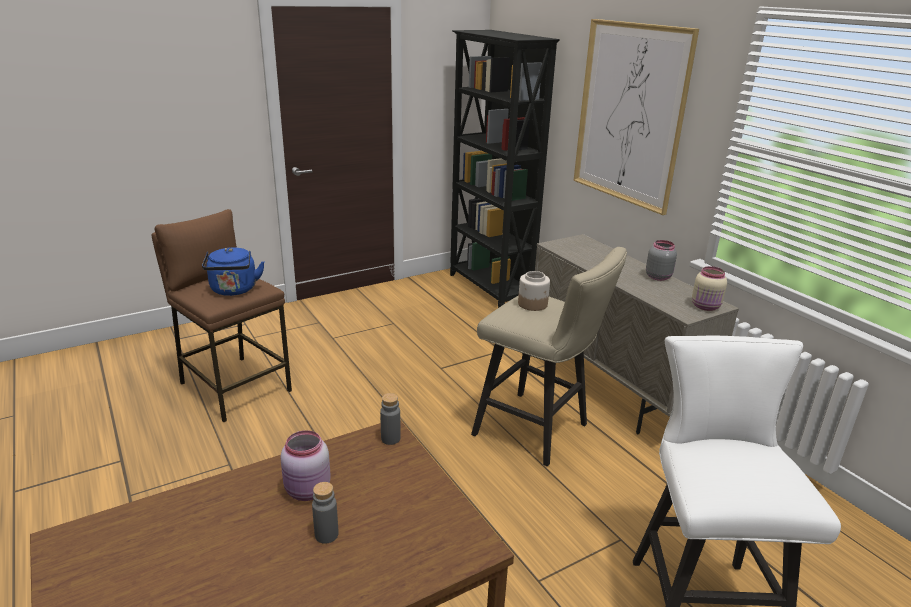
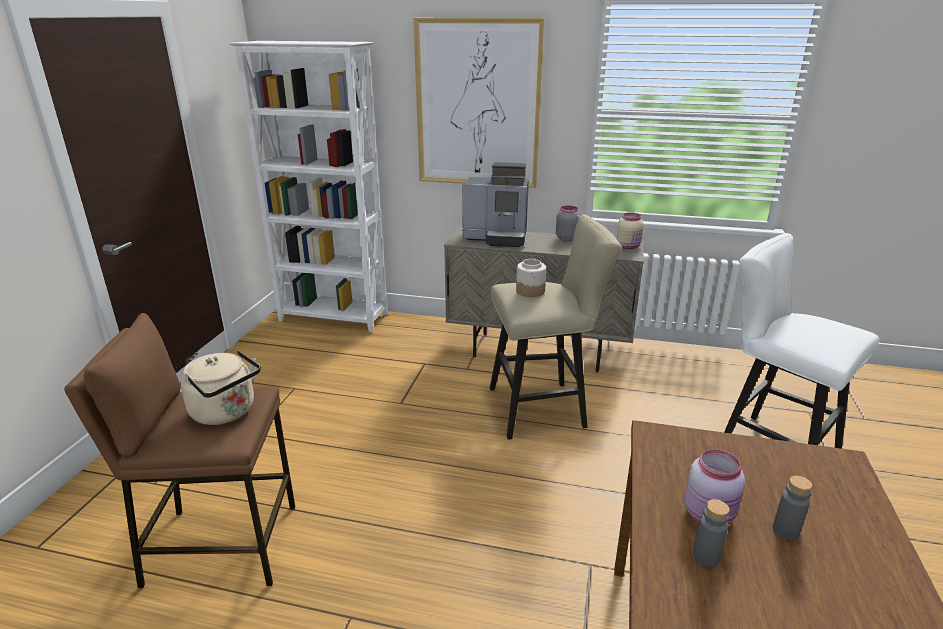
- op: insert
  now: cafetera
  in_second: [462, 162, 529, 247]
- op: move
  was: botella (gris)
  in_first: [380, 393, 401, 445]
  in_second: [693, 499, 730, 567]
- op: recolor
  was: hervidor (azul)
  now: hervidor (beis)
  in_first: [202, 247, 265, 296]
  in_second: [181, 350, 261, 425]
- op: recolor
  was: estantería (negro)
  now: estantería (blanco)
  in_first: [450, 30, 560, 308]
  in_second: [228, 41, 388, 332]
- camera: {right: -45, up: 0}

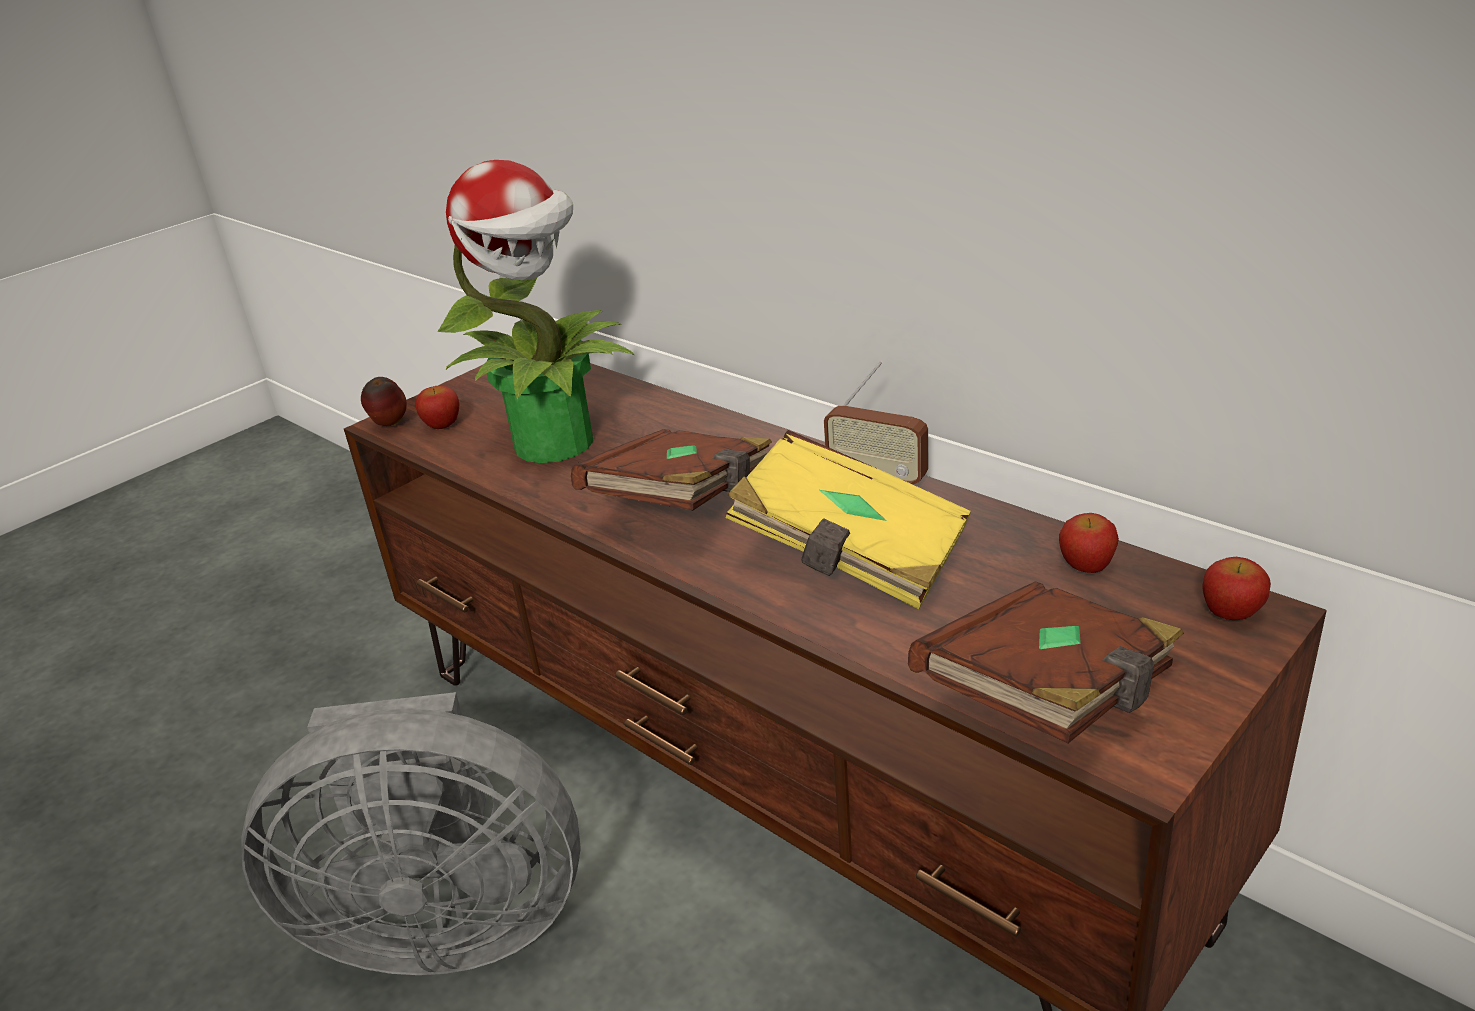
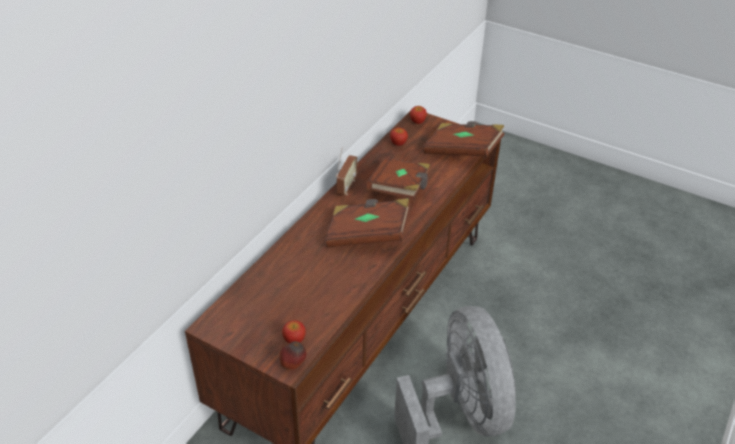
- op: delete
  was: planta en maceta
  in_first: [437, 160, 634, 463]
- op: recolor
  was: libro (amarillo)
  now: libro (marrón)
  in_first: [726, 430, 971, 609]
  in_second: [366, 157, 430, 200]
- camera: {right: -105, up: 10}

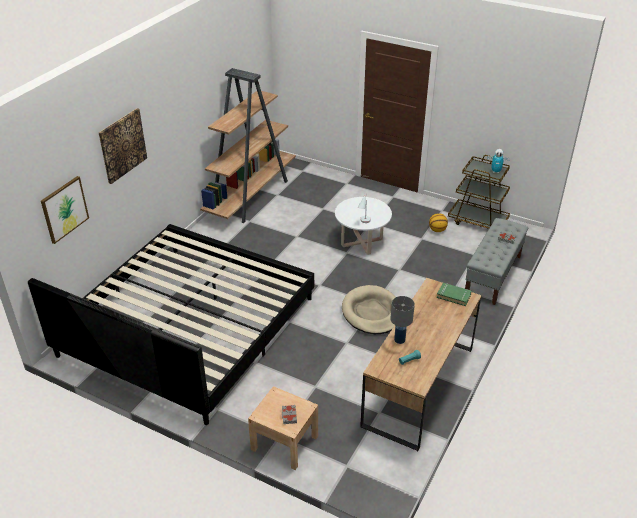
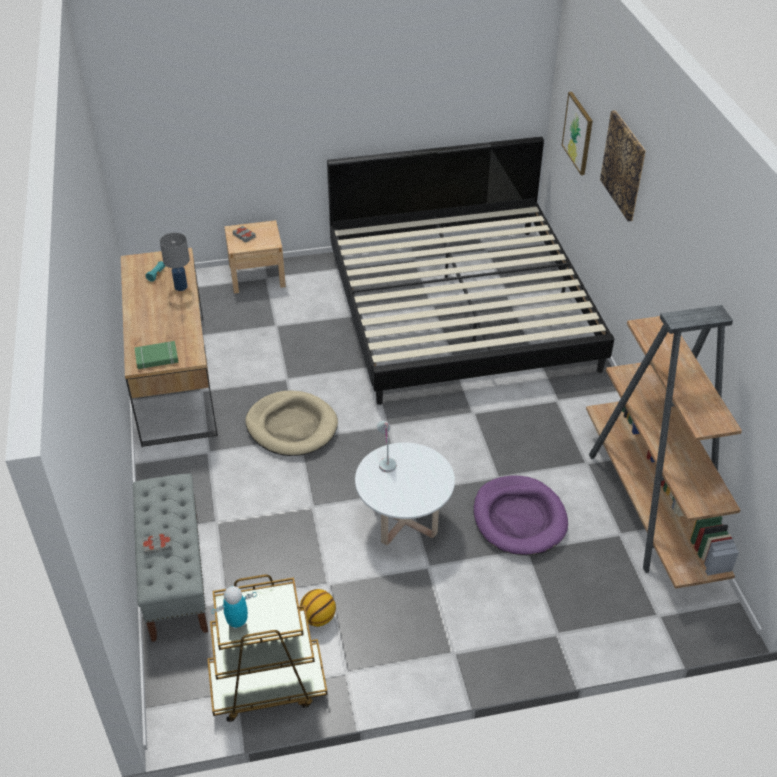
- op: insert
  now: cama para perro (morado)
  in_second: [473, 475, 568, 555]
- camera: {right: 140, up: 5}

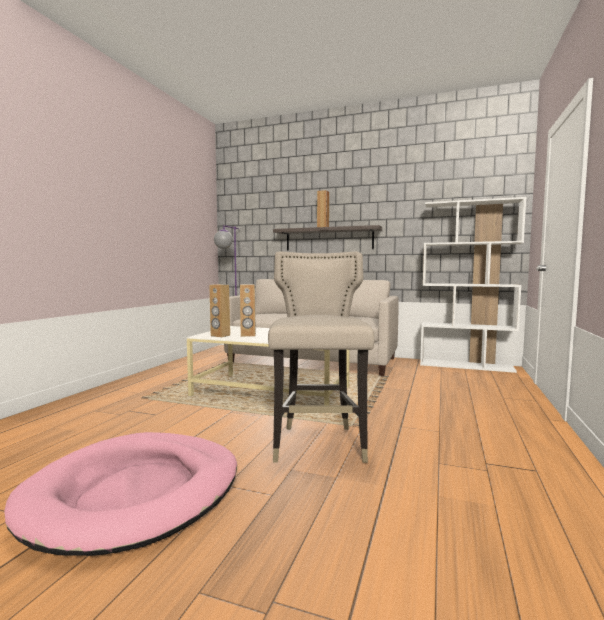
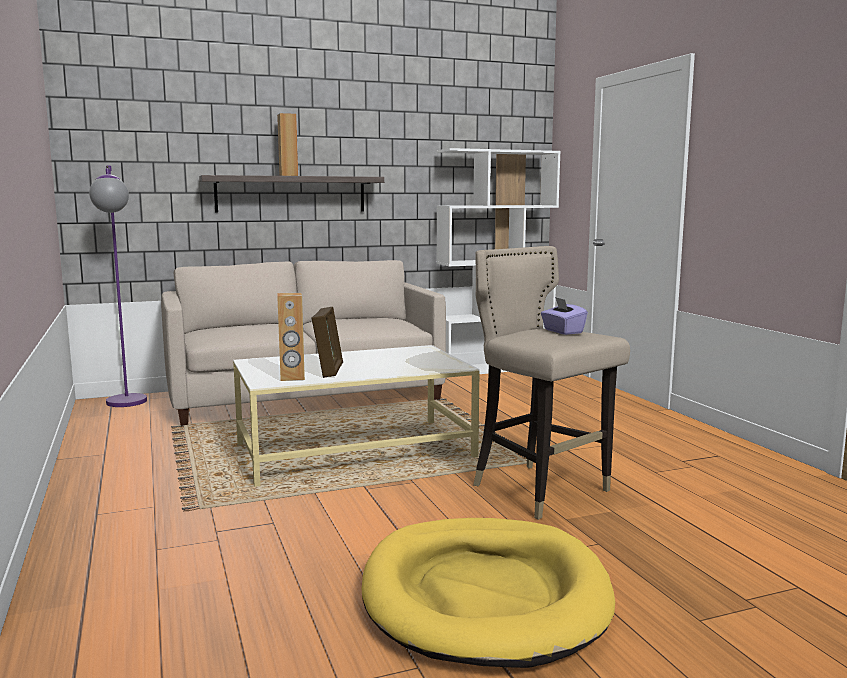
- op: insert
  now: caja de pañuelos (morado)
  in_second: [541, 297, 588, 335]
- op: replace
  was: altavoz (marrón)
  now: portarretratos
  in_first: [240, 284, 256, 337]
  in_second: [312, 307, 343, 378]
- op: recolor
  was: cama para perro (rosa)
  now: cama para perro (amarillo)
  in_first: [4, 432, 237, 556]
  in_second: [362, 518, 615, 668]
- camera: {right: -40, up: 5}

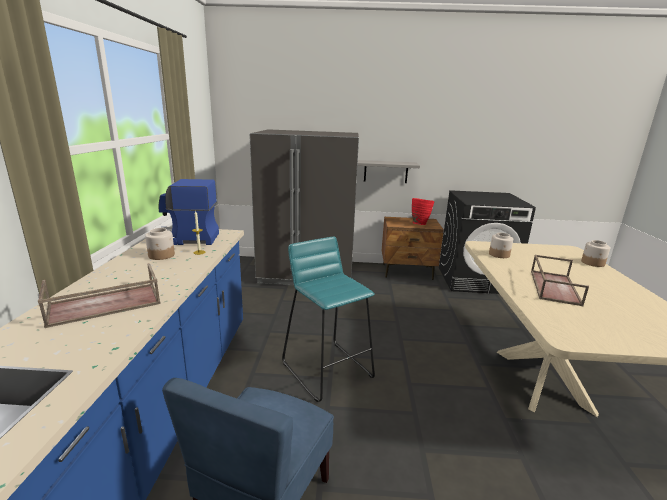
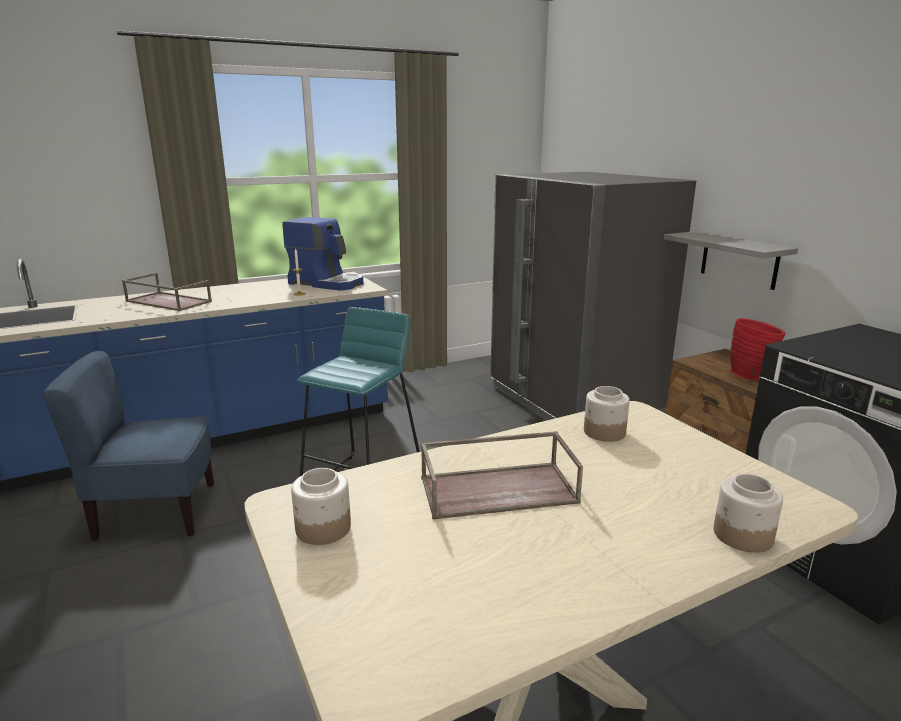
- op: move
  was: tarro
  in_first: [145, 228, 175, 260]
  in_second: [291, 468, 351, 545]
- op: rotate
  was: cafetera
  in_first: [159, 179, 219, 245]
  in_second: [282, 217, 364, 291]
  clockwise: 150
- camera: {right: 60, up: 0}

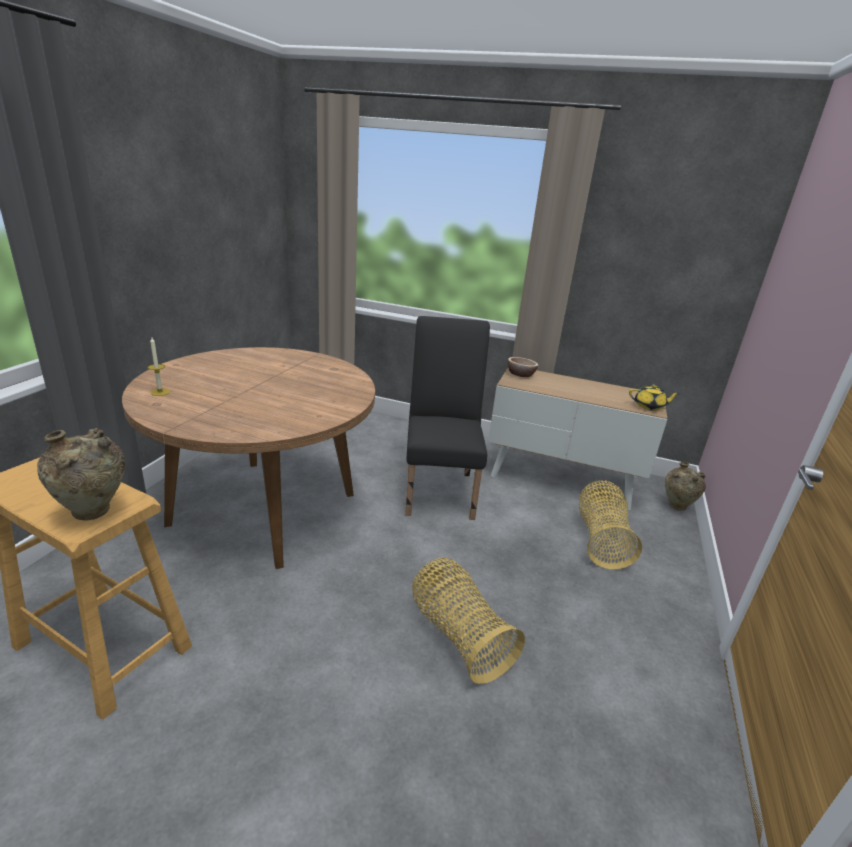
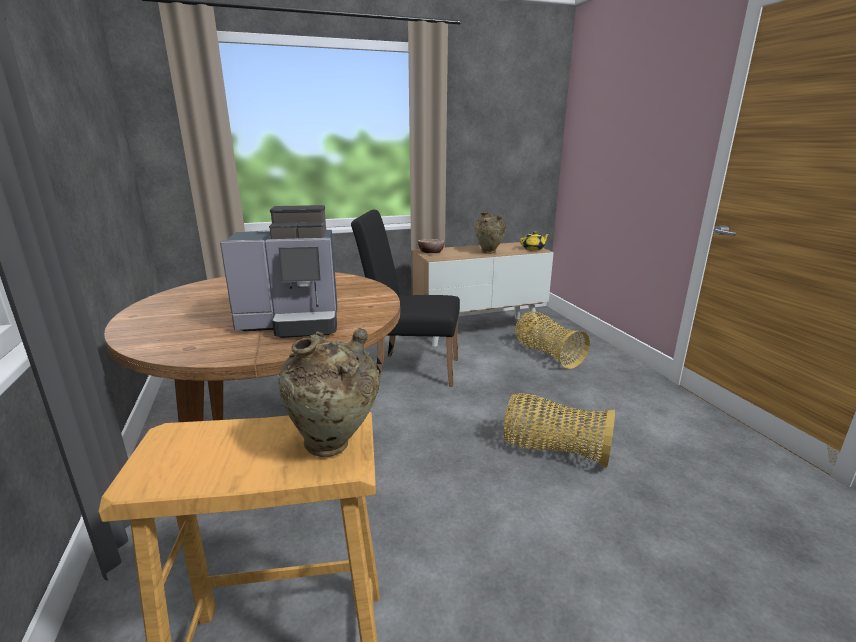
- op: delete
  was: vela
  in_first: [148, 338, 170, 396]
- op: insert
  now: cafetera
  in_second: [220, 205, 337, 338]
- op: move
  was: florero (beis)
  in_first: [665, 462, 706, 511]
  in_second: [474, 211, 506, 254]
- op: rotate
  was: silla (negro)
  in_first: [405, 316, 490, 520]
  in_second: [351, 210, 460, 387]
  clockwise: -45
- camera: {right: -35, up: -5}

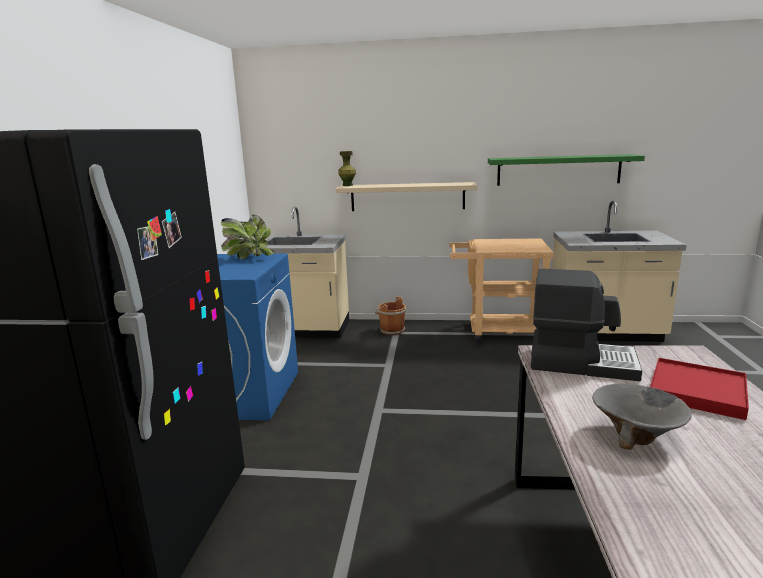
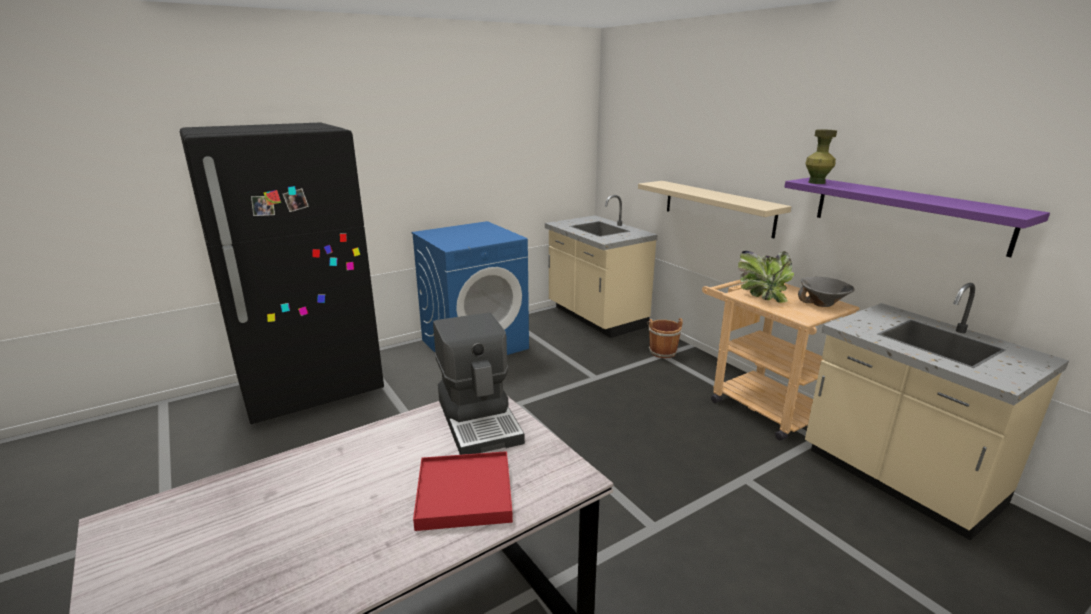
- op: move
  was: planta en maceta
  in_first: [221, 214, 274, 259]
  in_second: [738, 250, 794, 303]
- op: move
  was: florero (verde)
  in_first: [338, 151, 356, 186]
  in_second: [805, 129, 837, 184]
- op: move
  was: cuenco (gris)
  in_first: [592, 383, 692, 450]
  in_second: [798, 277, 855, 307]
- op: recolor
  was: estante (verde)
  now: estante (morado)
  in_first: [488, 154, 645, 186]
  in_second: [784, 178, 1050, 257]
- camera: {right: 50, up: 5}

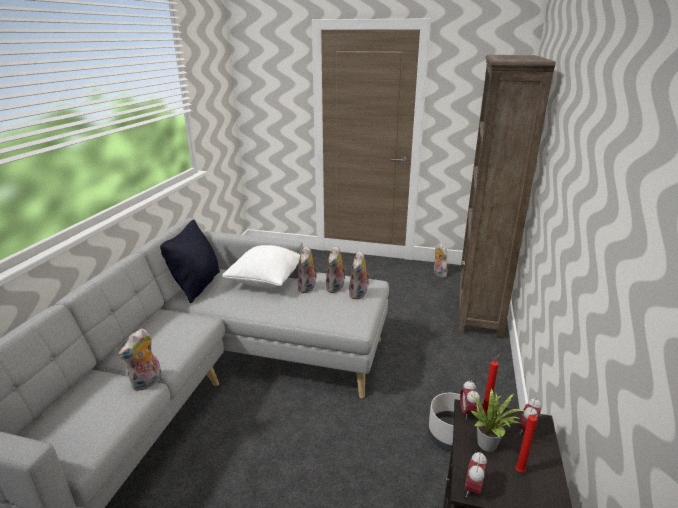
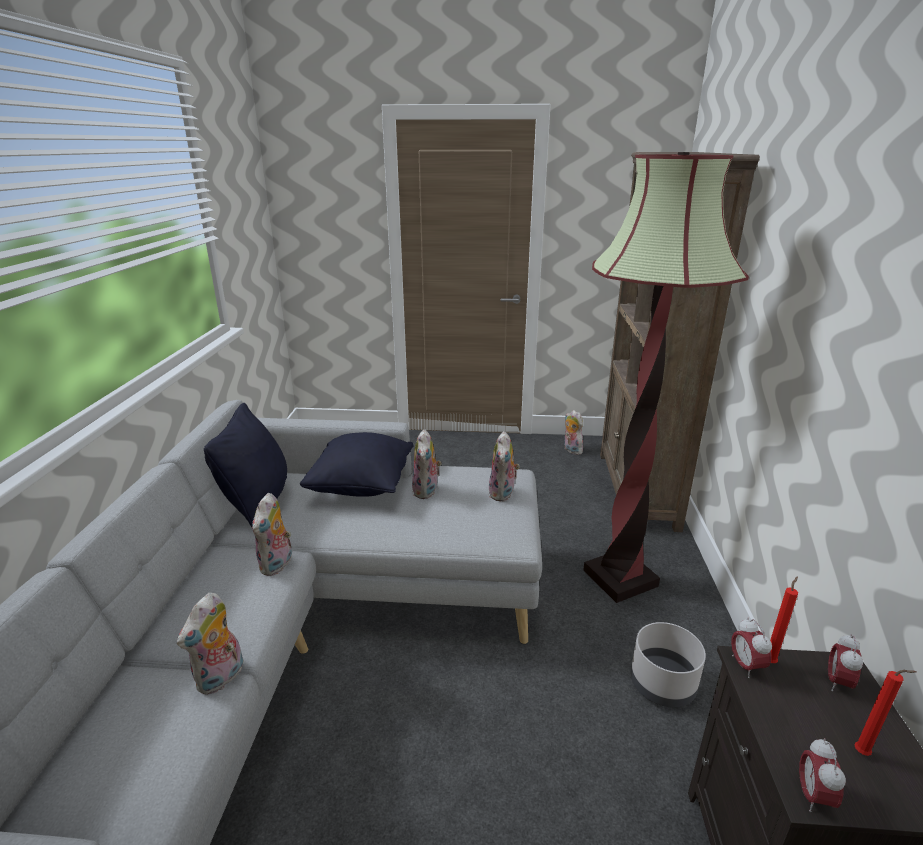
- op: delete
  was: planta en maceta
  in_first: [470, 388, 525, 452]
- op: insert
  now: lámpara de pie
  in_second: [583, 152, 749, 603]
- op: move
  was: peluche
  in_first: [326, 245, 346, 293]
  in_second: [252, 493, 292, 576]
- op: recolor
  was: cojín (blanco)
  now: cojín (negro)
  in_first: [222, 245, 300, 288]
  in_second: [300, 432, 413, 497]
- camera: {right: -10, up: 0}

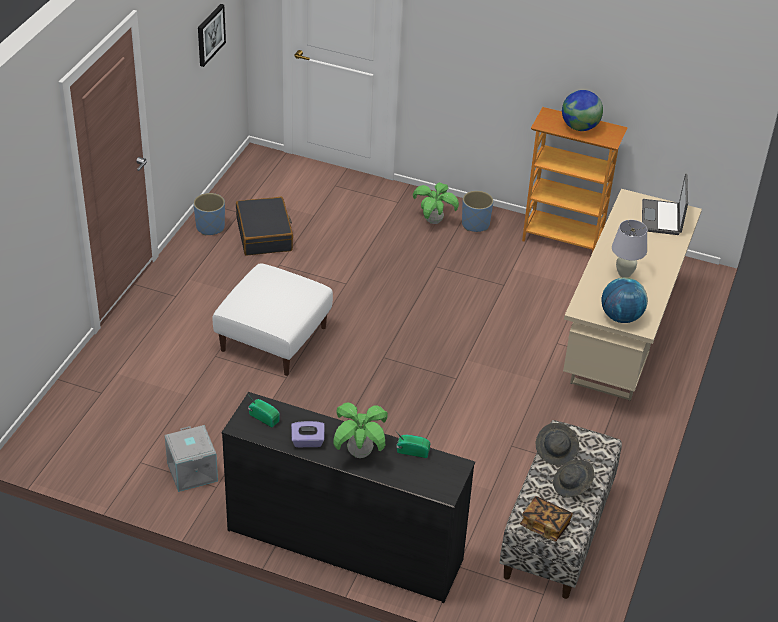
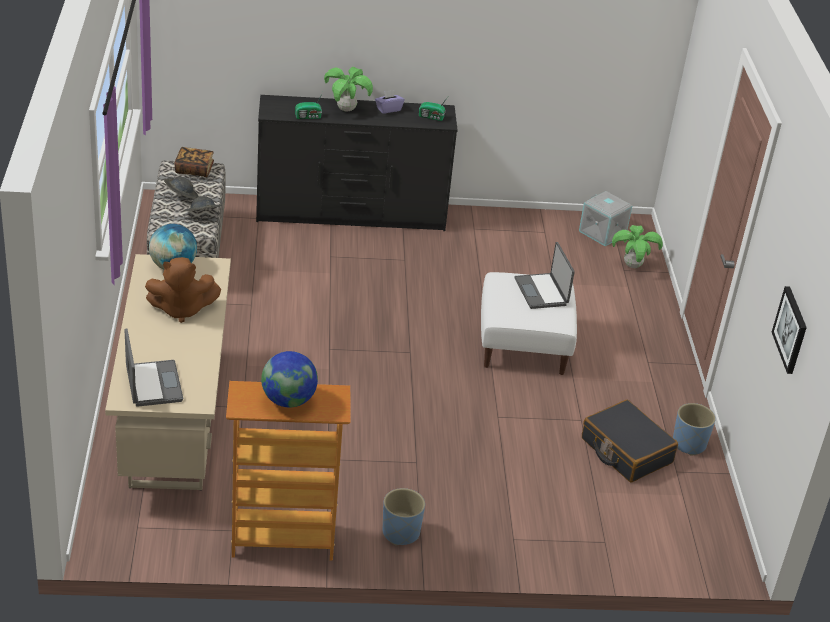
- op: insert
  now: portátil
  in_second: [515, 242, 575, 309]
- op: move
  was: caja de almacenaje (gris)
  in_first: [165, 425, 218, 492]
  in_second: [579, 191, 632, 246]
- op: move
  was: planta en maceta
  in_first: [413, 182, 459, 224]
  in_second: [612, 225, 663, 268]
- op: replace
  was: lámpara de mesa (blanco)
  now: peluche (marrón)
  in_first: [612, 220, 647, 278]
  in_second: [145, 257, 221, 323]
- camera: {right: 155, up: -5}

